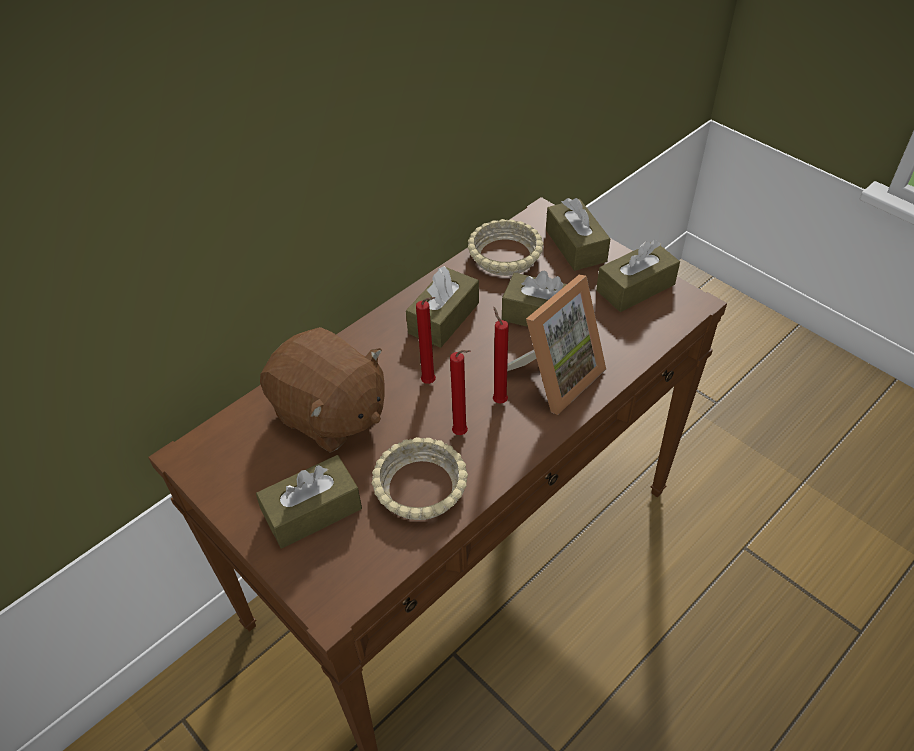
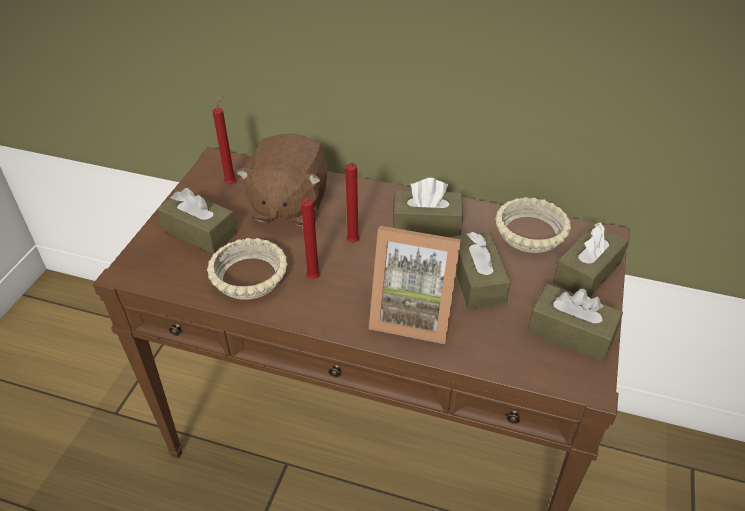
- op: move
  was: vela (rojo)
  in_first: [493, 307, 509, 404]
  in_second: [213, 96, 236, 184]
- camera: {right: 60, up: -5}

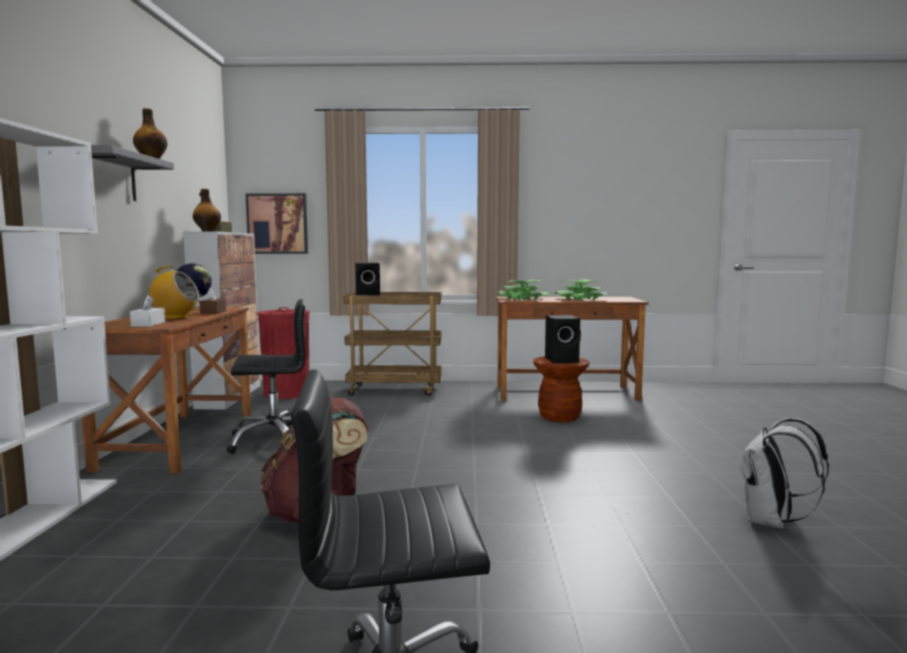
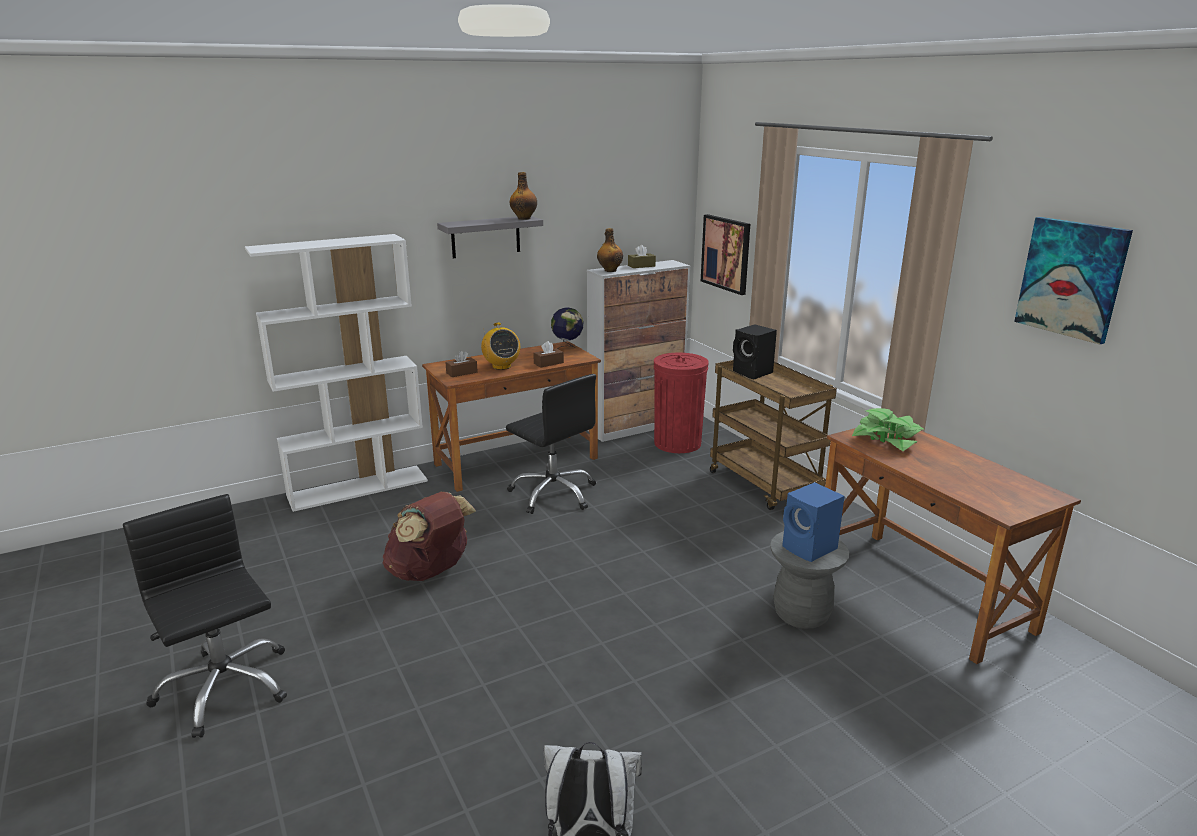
- op: delete
  was: planta en maceta
  in_first: [555, 279, 607, 300]
- op: insert
  now: cuadro
  in_second: [1014, 217, 1133, 345]
- op: recolor
  was: caja de pañuelos (blanco)
  now: caja de pañuelos (marrón)
  in_first: [130, 295, 165, 327]
  in_second: [446, 351, 478, 377]
- op: recolor
  was: taburete (marrón)
  now: taburete (gris)
  in_first: [533, 356, 590, 422]
  in_second: [770, 531, 849, 629]
- op: recolor
  was: altavoz (negro)
  now: altavoz (azul)
  in_first: [545, 315, 581, 363]
  in_second: [782, 482, 844, 562]
- camera: {right: 60, up: 15}

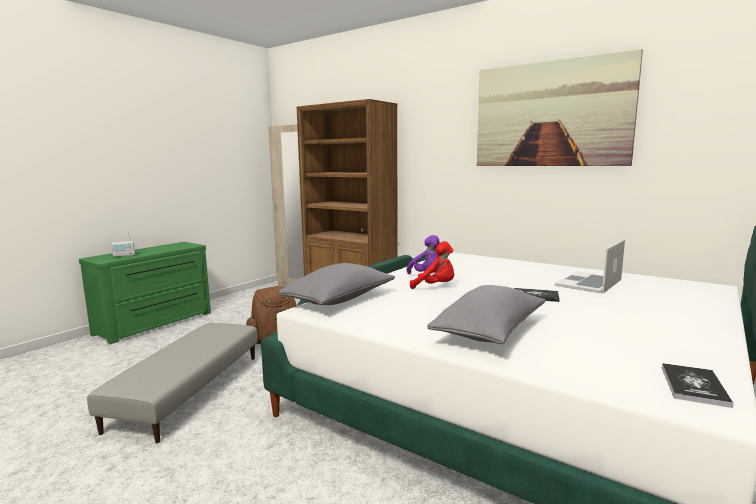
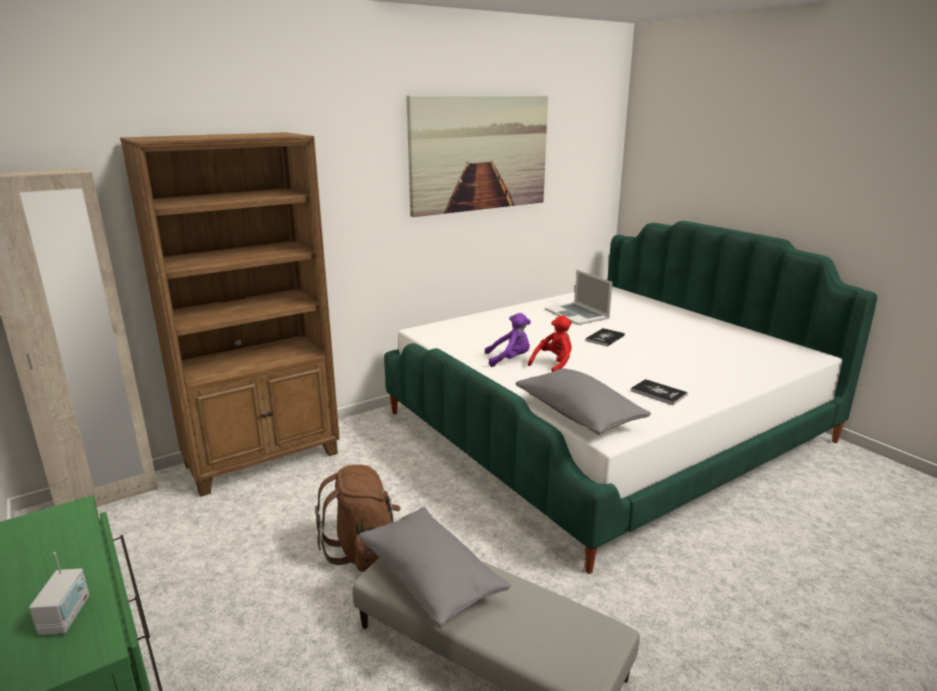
- op: move
  was: cojín (gris)
  in_first: [427, 285, 546, 344]
  in_second: [359, 507, 511, 628]
- op: move
  was: libro
  in_first: [662, 363, 733, 408]
  in_second: [631, 379, 688, 405]
- camera: {right: -70, up: 10}

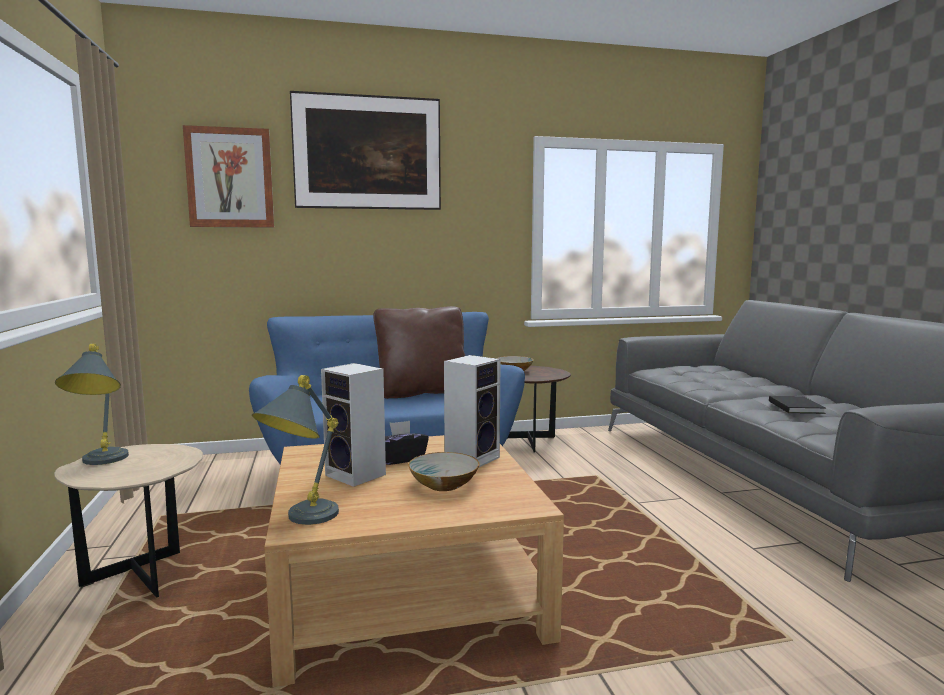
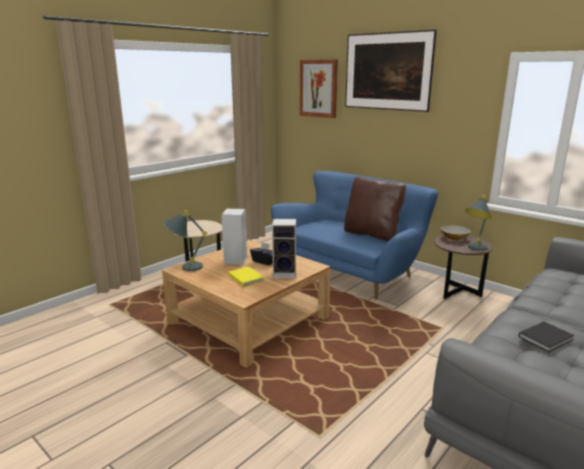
- op: move
  was: lámpara de mesa (gris)
  in_first: [55, 344, 129, 465]
  in_second: [465, 195, 492, 251]
- op: replace
  was: cuenco
  now: libro (amarillo)
  in_first: [408, 452, 480, 491]
  in_second: [228, 267, 264, 287]
- camera: {right: 55, up: 10}

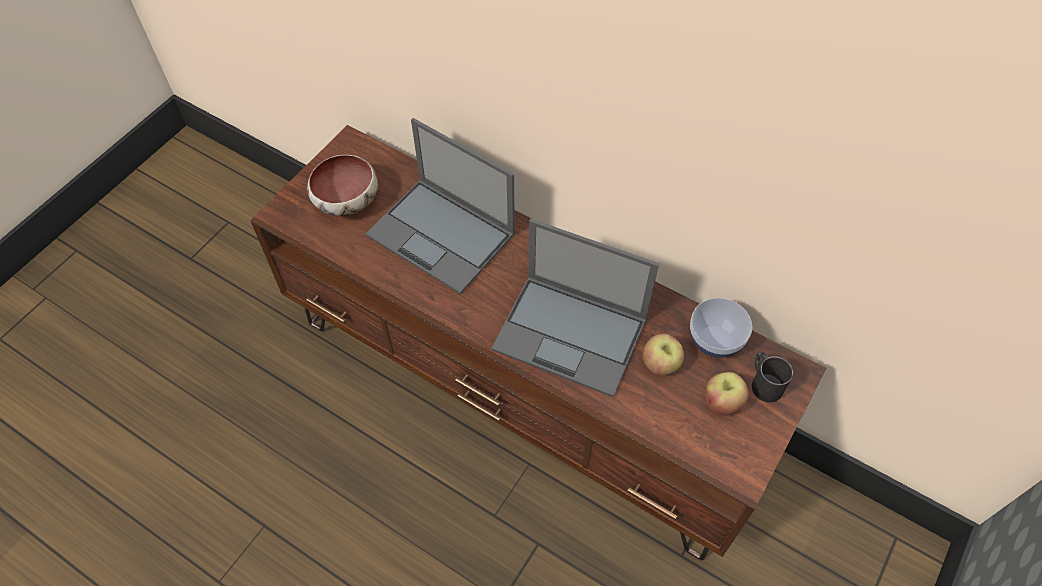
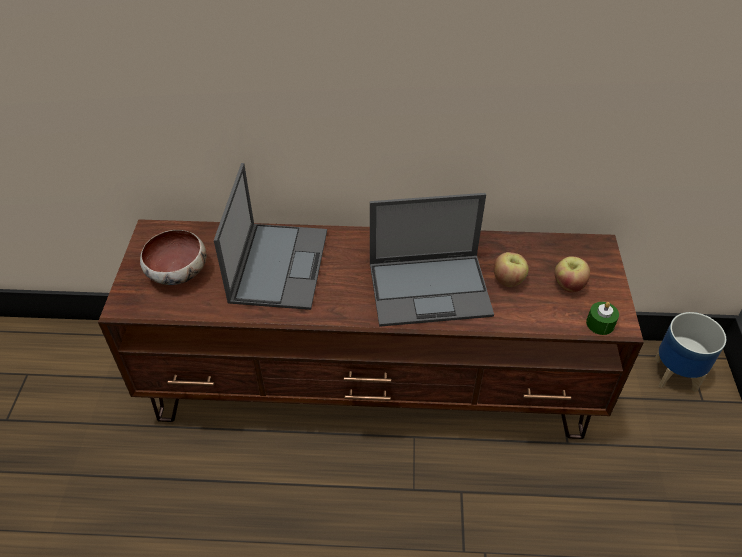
- op: delete
  was: cuenco
  in_first: [690, 298, 752, 358]
- op: delete
  was: taza grande (negro)
  in_first: [752, 352, 793, 403]
- op: insert
  now: vela (verde)
  in_second: [586, 302, 619, 335]
- op: insert
  now: maceta
  in_second: [654, 312, 726, 392]
- op: rotate
  was: portátil
  in_first: [366, 118, 515, 294]
  in_second: [214, 163, 327, 310]
  clockwise: -90
- camera: {right: -30, up: -10}

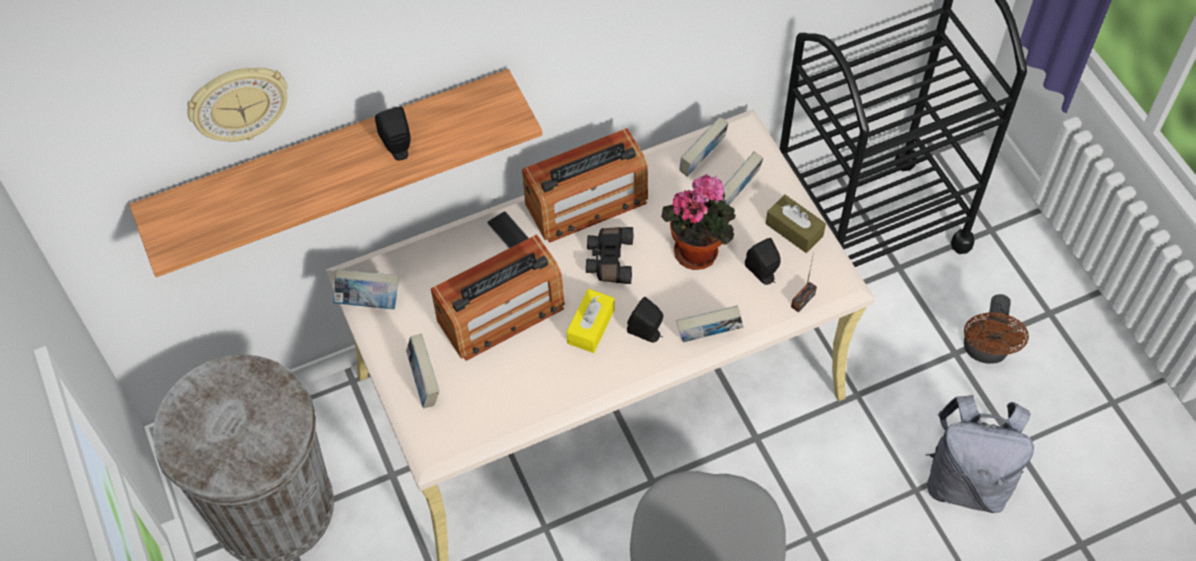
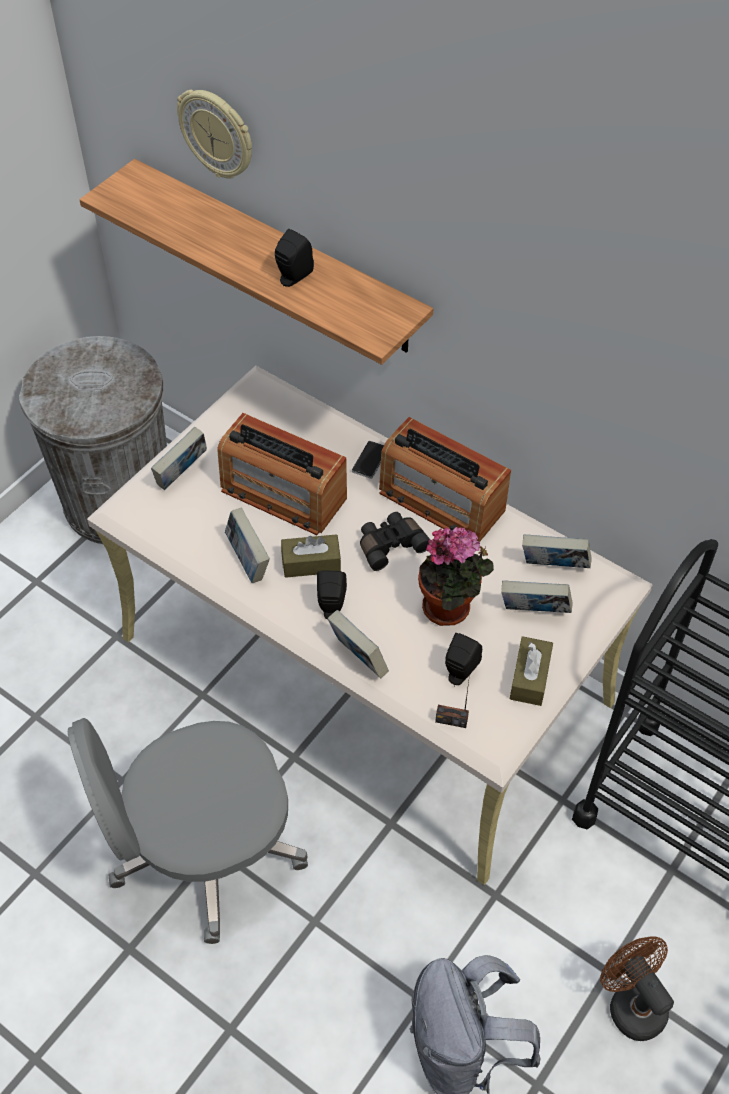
- op: move
  was: libro
  in_first: [333, 269, 398, 309]
  in_second: [225, 507, 270, 583]
- op: recolor
  was: caja de pañuelos (amarillo)
  now: caja de pañuelos (marrón)
  in_first: [567, 289, 615, 353]
  in_second: [281, 534, 341, 578]
- op: rotate
  was: ventilador (marrón)
  in_first: [964, 294, 1029, 364]
  in_second: [600, 936, 674, 1041]
  clockwise: 75
- camera: {right: 60, up: -5}

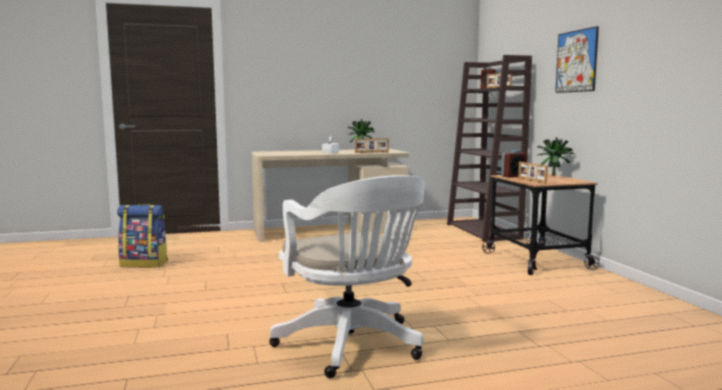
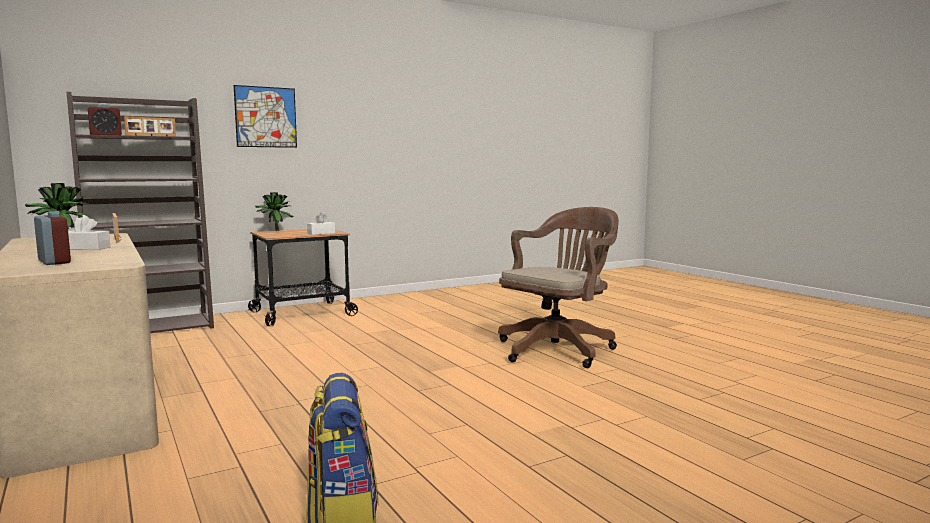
- op: move
  was: despertador
  in_first: [501, 150, 528, 178]
  in_second: [34, 211, 71, 265]
- op: replace
  was: portarretratos
  now: caja de pañuelos (blanco)
  in_first: [518, 162, 548, 184]
  in_second: [307, 213, 335, 235]
- op: recolor
  was: silla de oficina (blanco)
  now: silla de oficina (marrón)
  in_first: [269, 175, 425, 378]
  in_second: [498, 207, 619, 368]
- camera: {right: -105, up: 0}

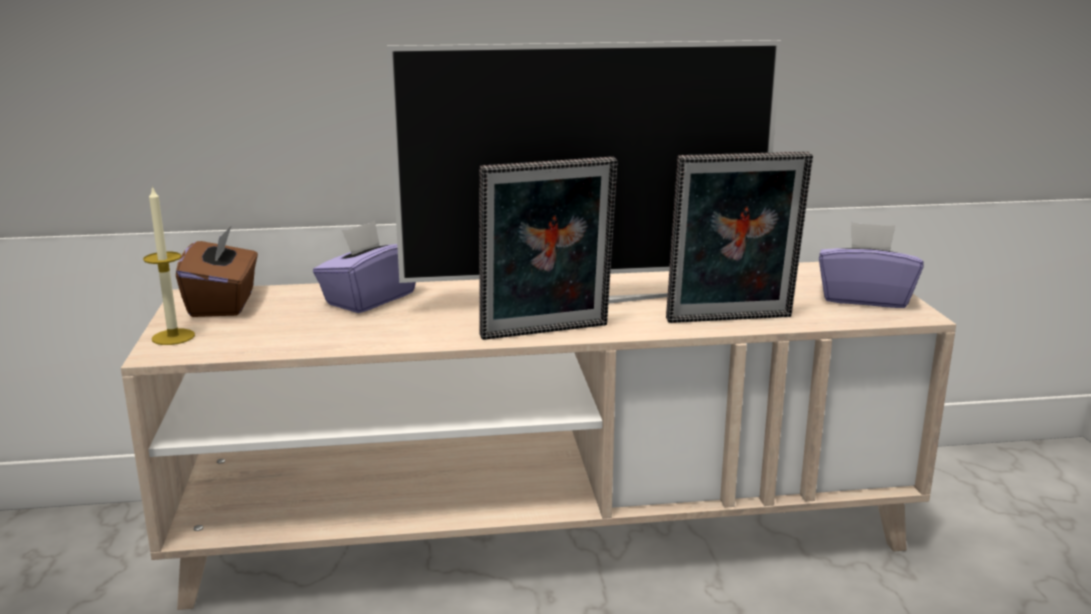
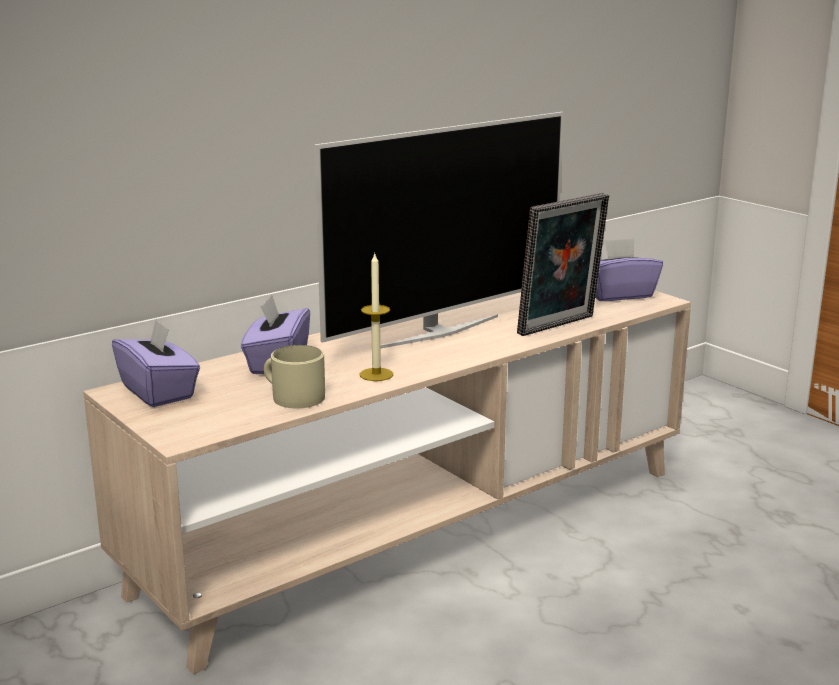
- op: delete
  was: portarretratos
  in_first: [479, 157, 617, 340]
- op: insert
  now: taza grande (beis)
  in_second: [264, 345, 325, 408]
- op: move
  was: vela
  in_first: [143, 186, 195, 345]
  in_second: [360, 254, 393, 381]
- op: recolor
  was: caja de pañuelos (marrón)
  now: caja de pañuelos (morado)
  in_first: [176, 225, 258, 317]
  in_second: [112, 319, 200, 407]
- camera: {right: -30, up: 0}

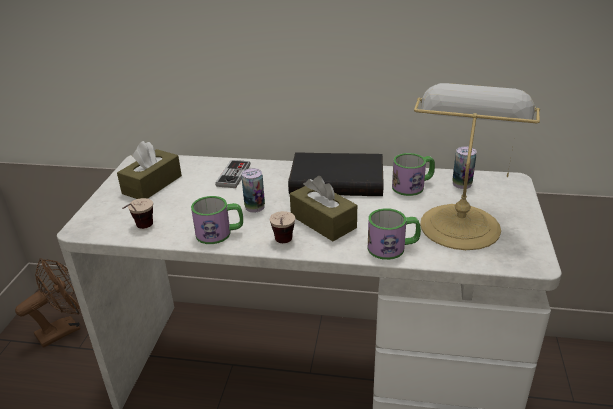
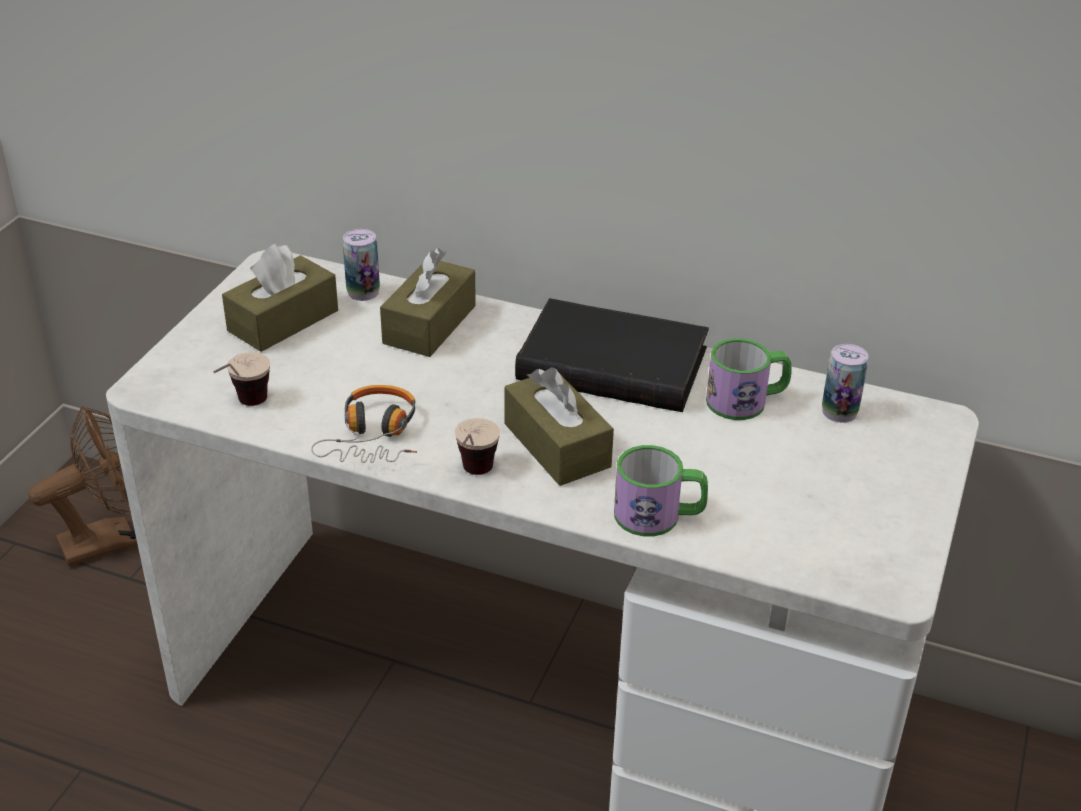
- op: delete
  was: lámpara de mesa
  in_first: [414, 83, 540, 250]
- op: move
  was: lata
  in_first: [242, 168, 265, 213]
  in_second: [343, 229, 380, 301]
- op: replace
  was: taza grande
  now: auriculares
  in_first: [191, 196, 243, 244]
  in_second: [311, 385, 417, 463]
- op: replace
  was: mando de consola
  now: caja de pañuelos (marrón)
  in_first: [215, 160, 250, 188]
  in_second: [380, 248, 476, 357]
- camera: {right: 10, up: 5}

